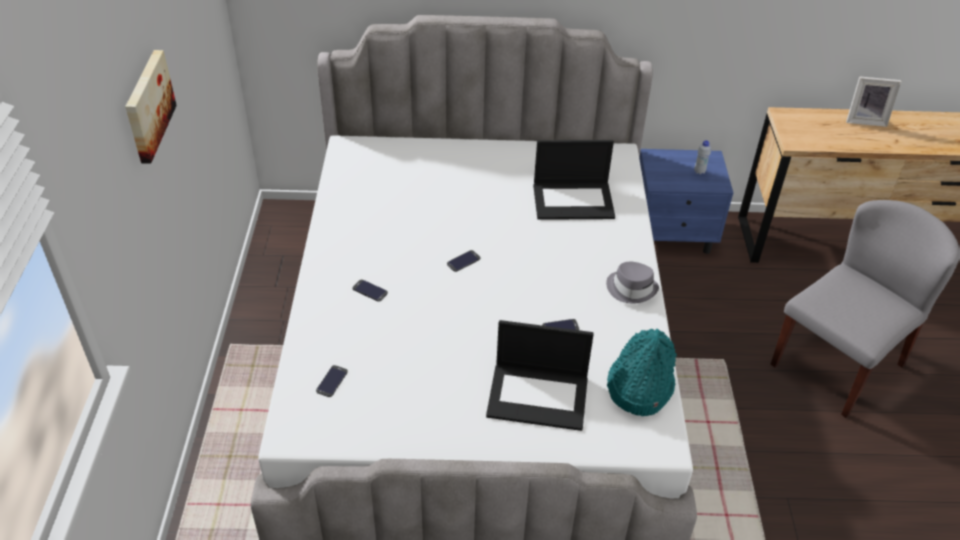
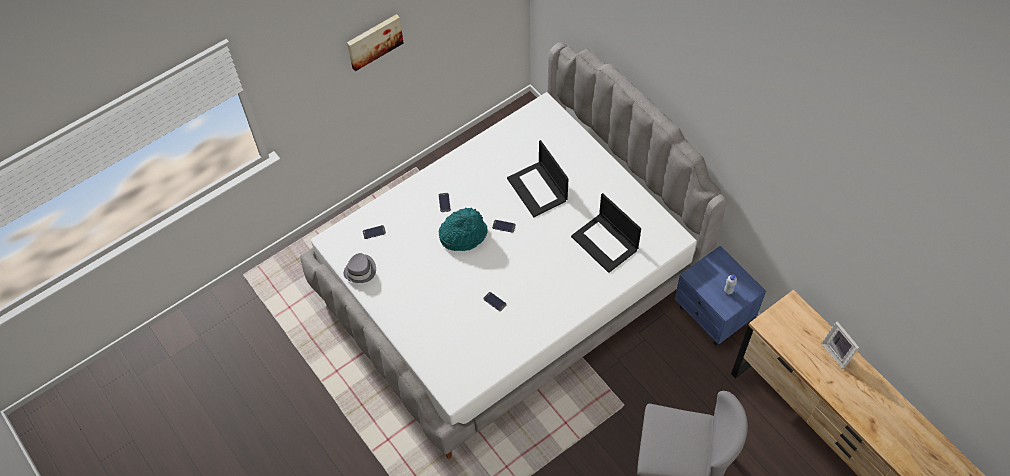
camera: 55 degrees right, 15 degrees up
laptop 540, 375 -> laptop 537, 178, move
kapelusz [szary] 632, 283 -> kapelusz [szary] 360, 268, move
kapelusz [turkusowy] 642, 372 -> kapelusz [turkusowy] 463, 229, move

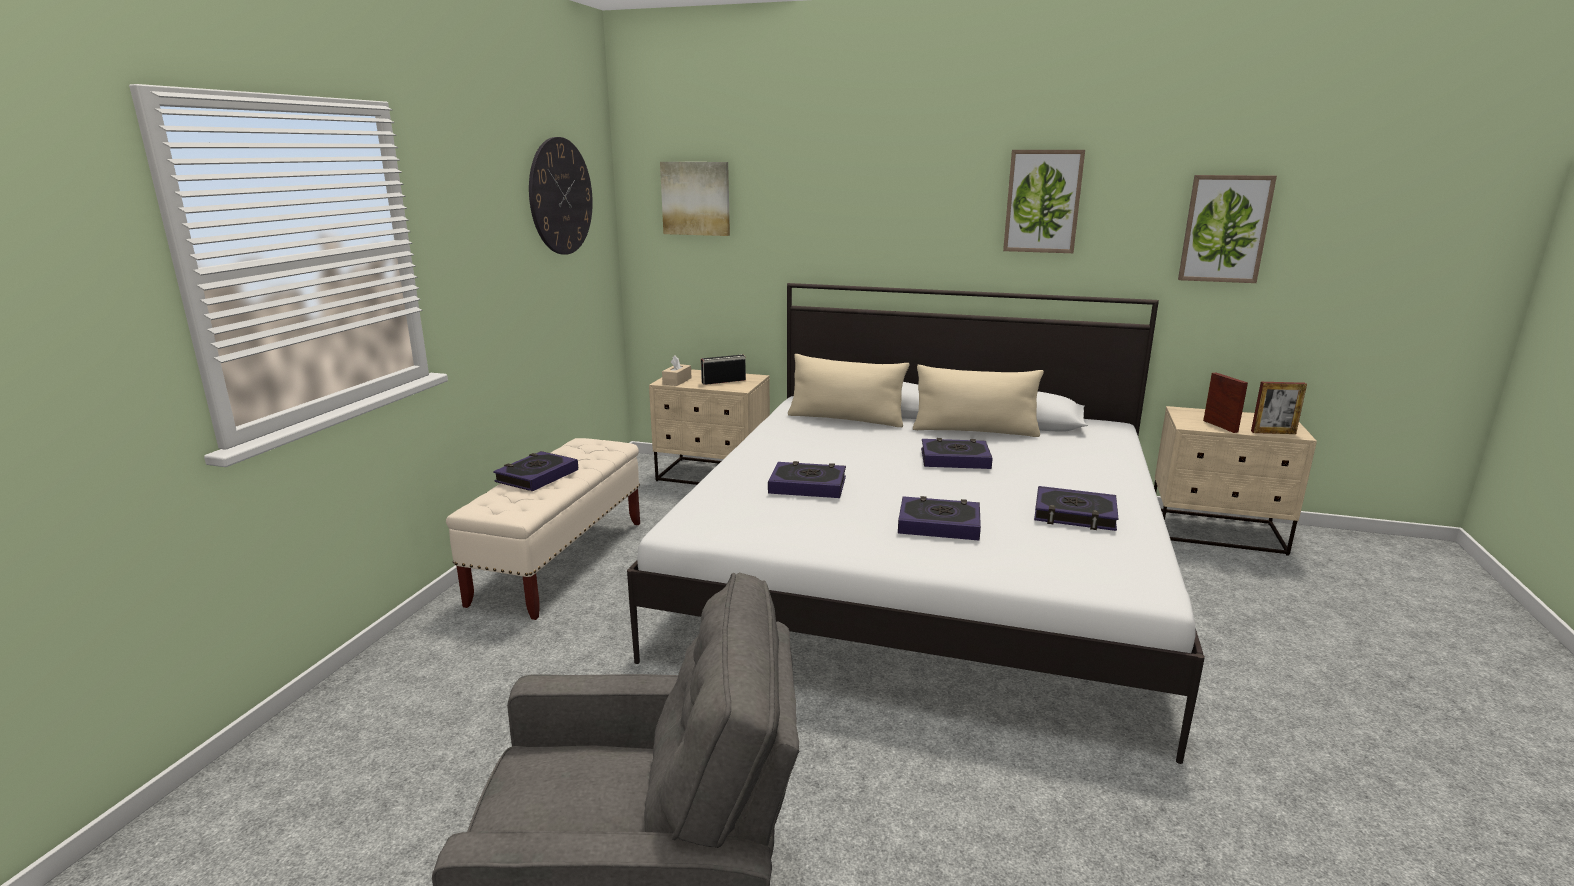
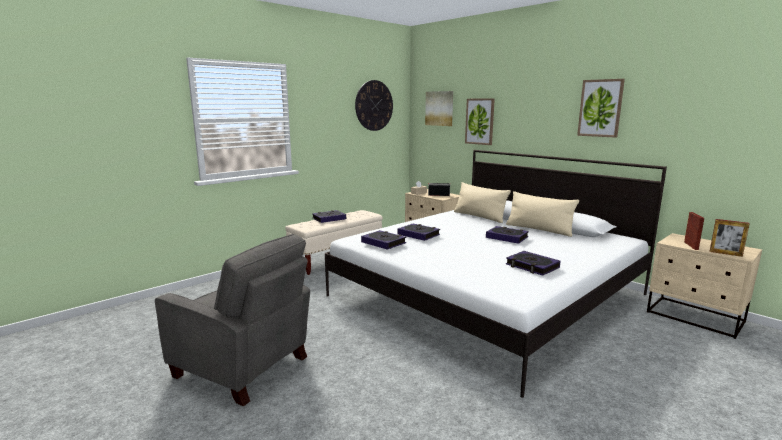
camera: 30 degrees right, 5 degrees down
książka 939, 518 -> książka 383, 240, move
obraz 1227, 229 -> obraz 480, 121, move

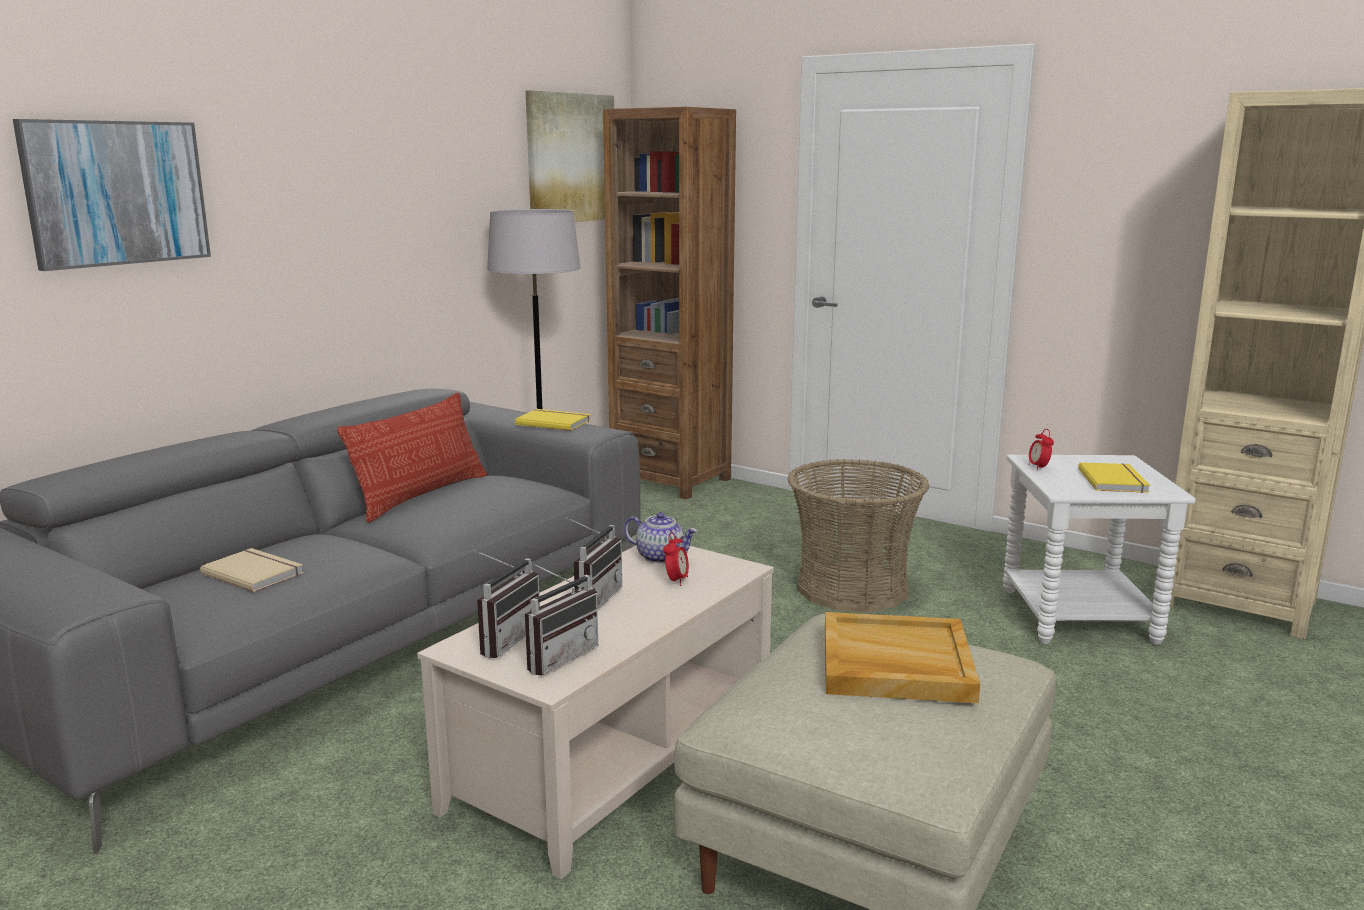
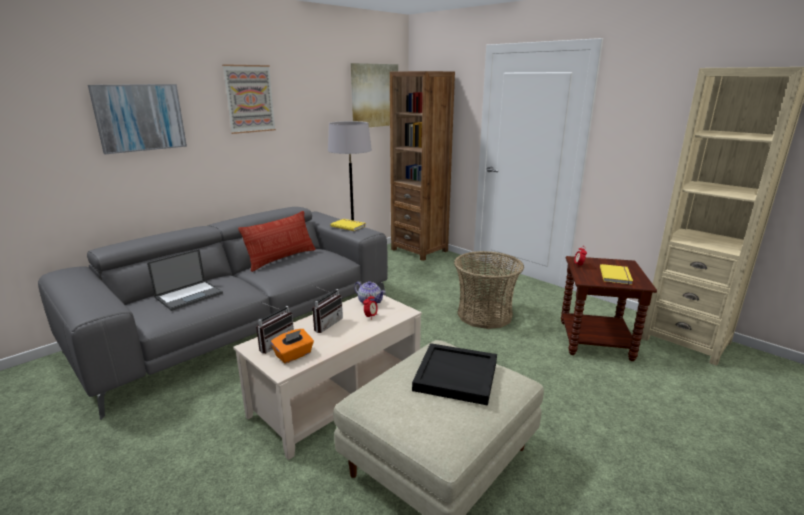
camera: 10 degrees right, 5 degrees up
none -> obraz 249, 99
książka [beżowy] 252, 570 -> laptop 185, 280
radio 561, 619 -> pudełko chusteczek [pomarańczowy] 292, 346
taca [beżowy] 902, 657 -> taca [czarny] 454, 374
stolik [biały] 1099, 550 -> stolik [brązowy] 609, 308

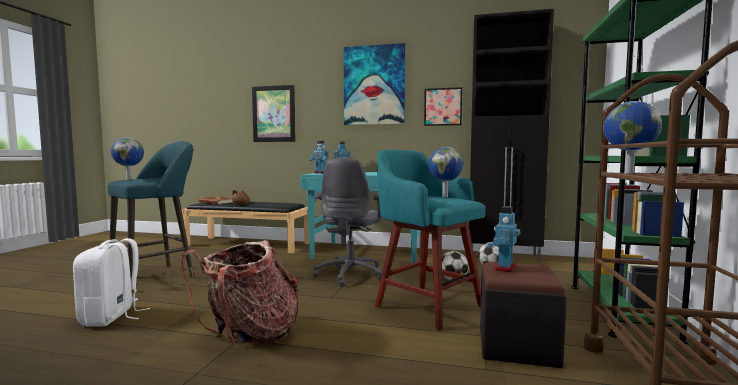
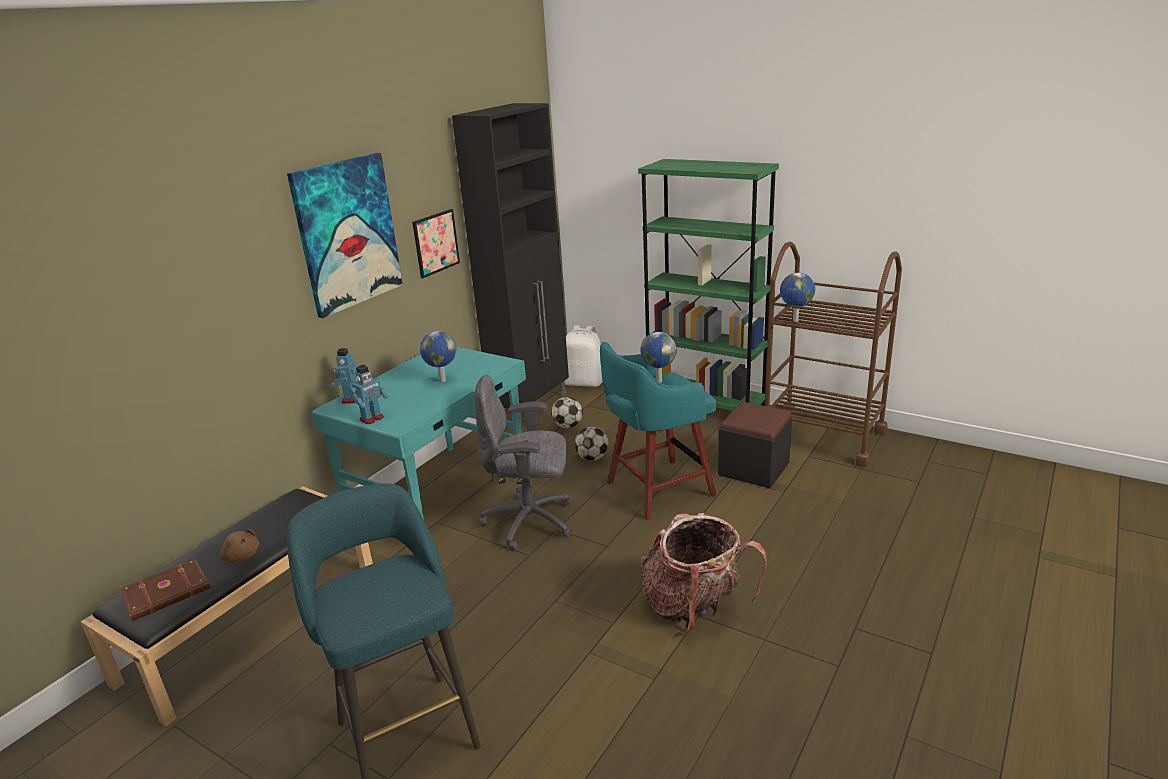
camera: 70 degrees left, 20 degrees up
obraz 273, 113 -> none
robot zabawkowy 504, 239 -> none
plecak [biały] 111, 282 -> plecak [biały] 584, 356, move
globus 127, 159 -> globus 438, 356, move
krzesło biurowe [szary] 347, 222 -> krzesło biurowe [szary] 523, 463, 150 degrees clockwise

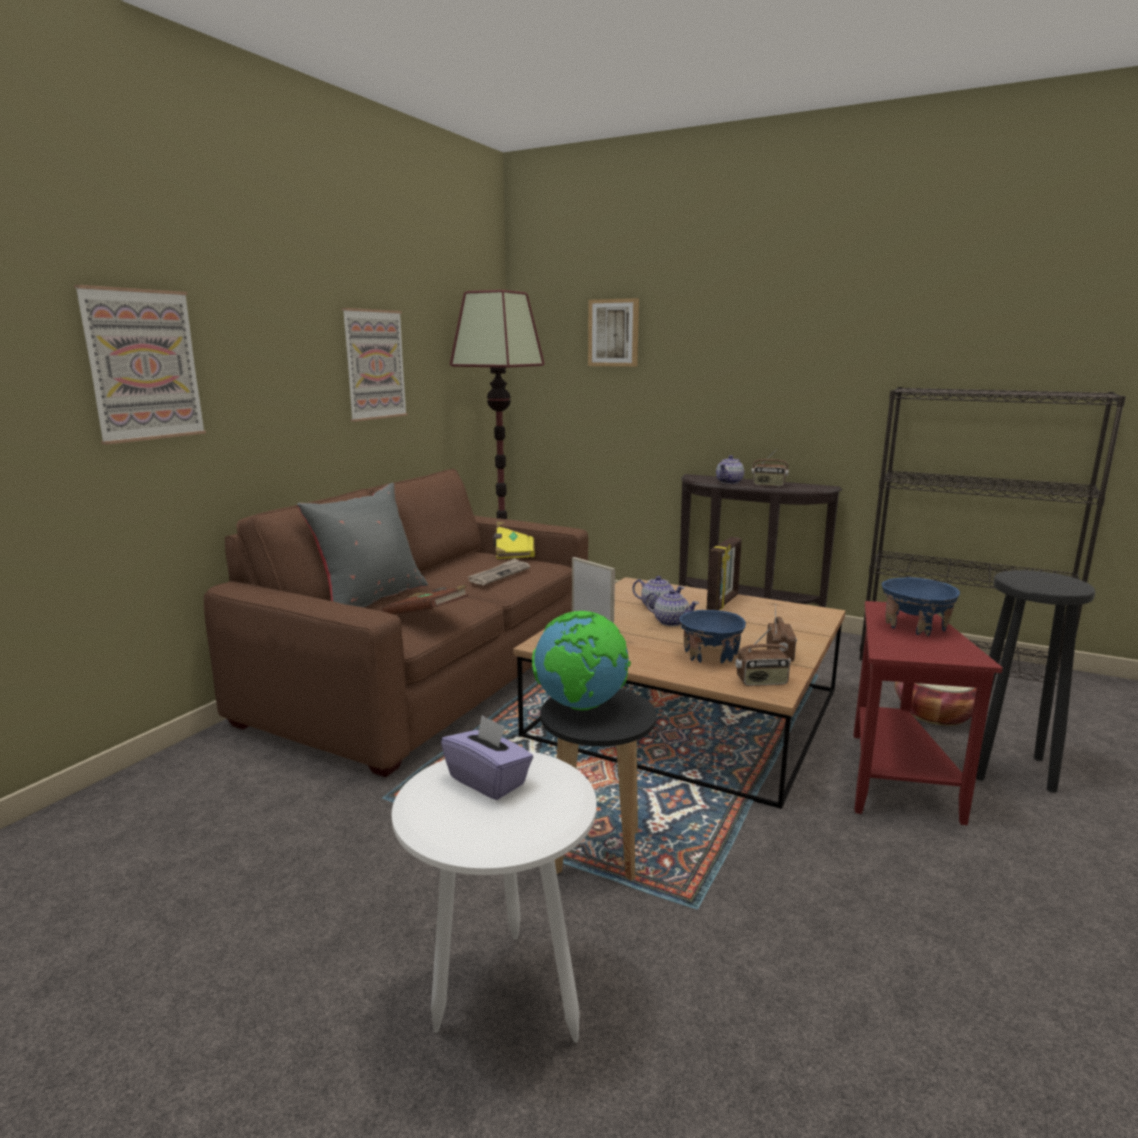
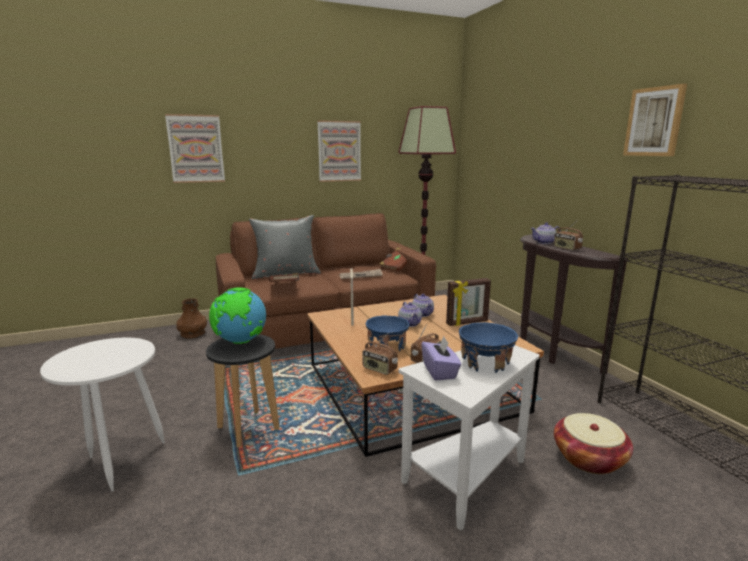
camera: 40 degrees right, 0 degrees up
stołek [czarny] 1036, 681 -> none
none -> wazon [brązowy] 191, 318
pudełko chusteczek [fioletowy] 487, 757 -> pudełko chusteczek [fioletowy] 441, 358, move
obraz 613, 332 -> obraz 655, 120, move
książka [żółty] 514, 540 -> książka [brązowy] 398, 259
stolik [czerwony] 928, 713 -> stolik [biały] 469, 438

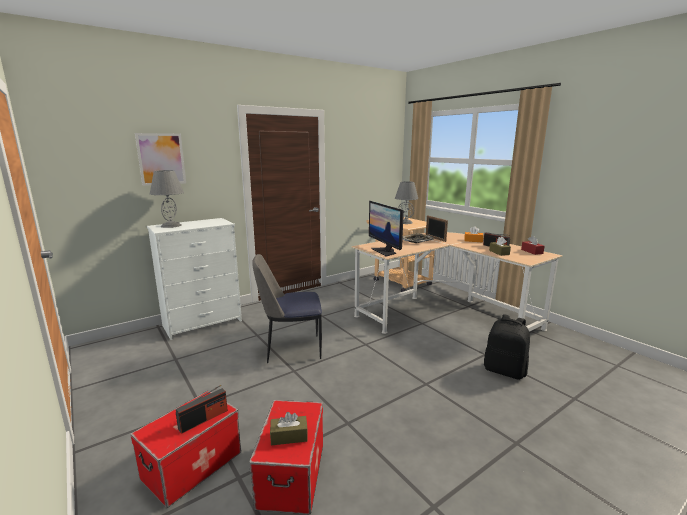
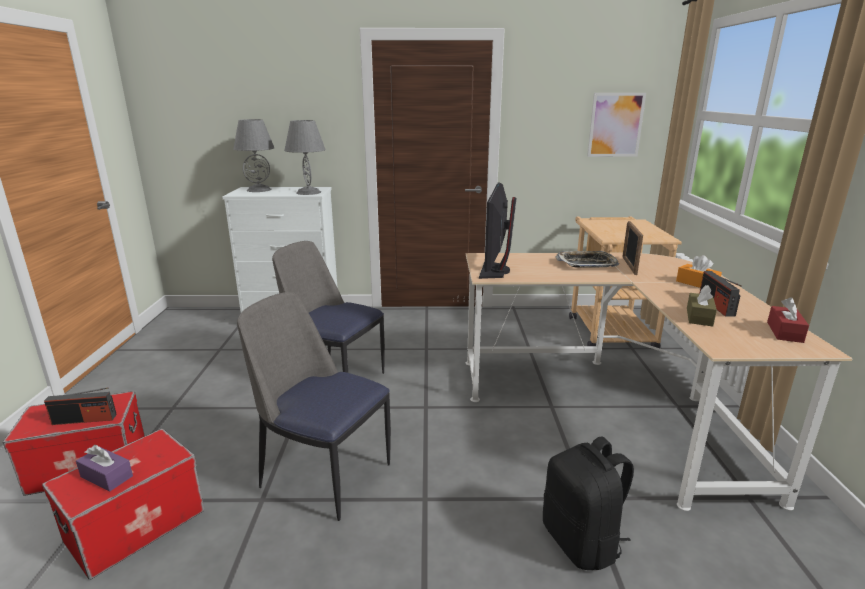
camera: 35 degrees right, 5 degrees up
none -> krzesło 314, 406
obraz 160, 159 -> obraz 616, 125, move
lampa stołowa [szary] 406, 202 -> lampa stołowa [szary] 305, 157, move
pudełko chusteczek [brązowy] 289, 428 -> pudełko chusteczek [fioletowy] 104, 468

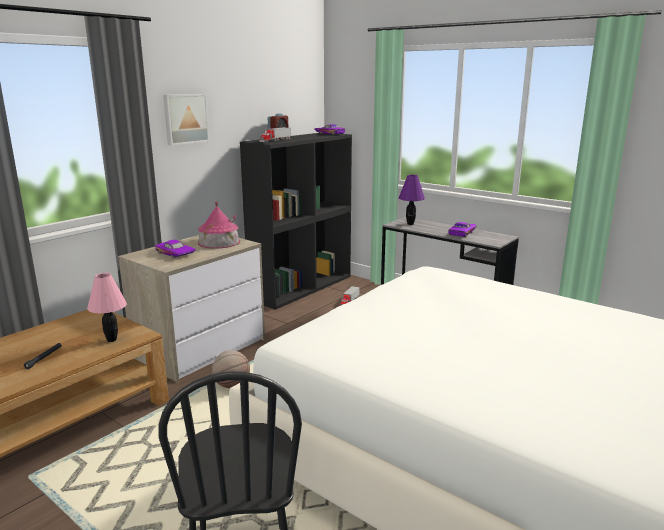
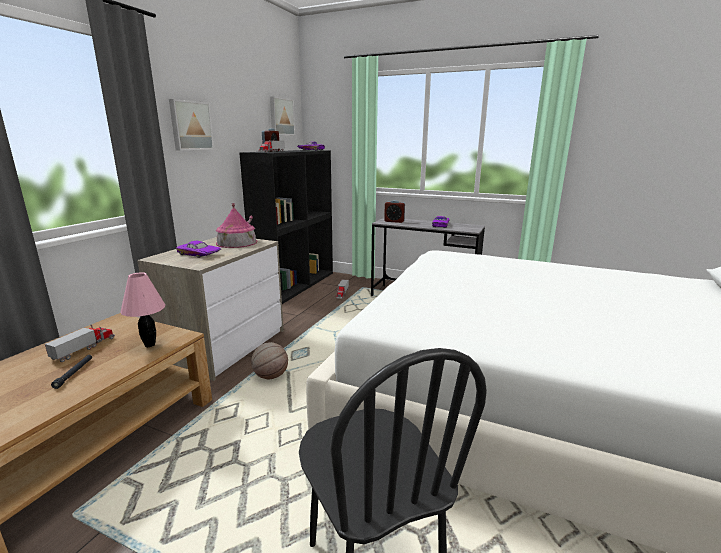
camera: 15 degrees left, 0 degrees up
none -> ciężarówka zabawkowa 80, 343
none -> obraz 282, 115
lampa stołowa [fioletowy] 412, 200 -> budzik 394, 211

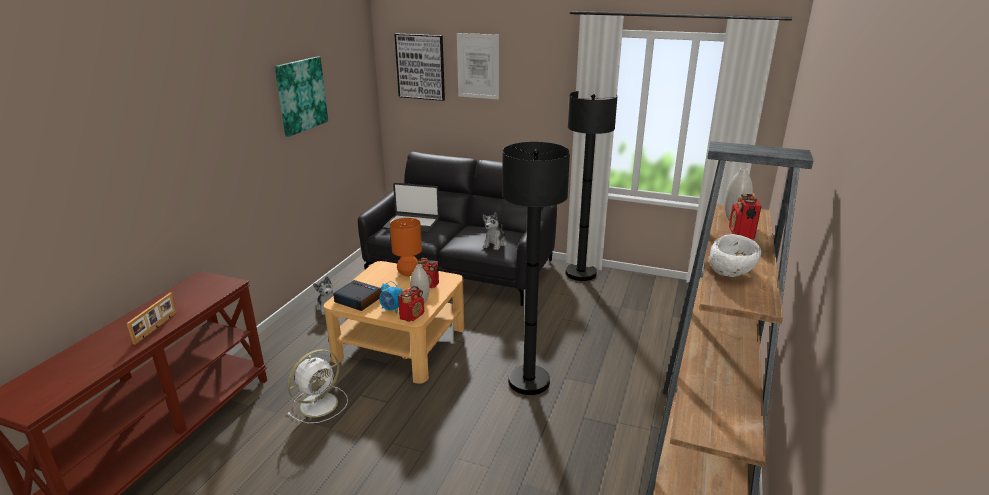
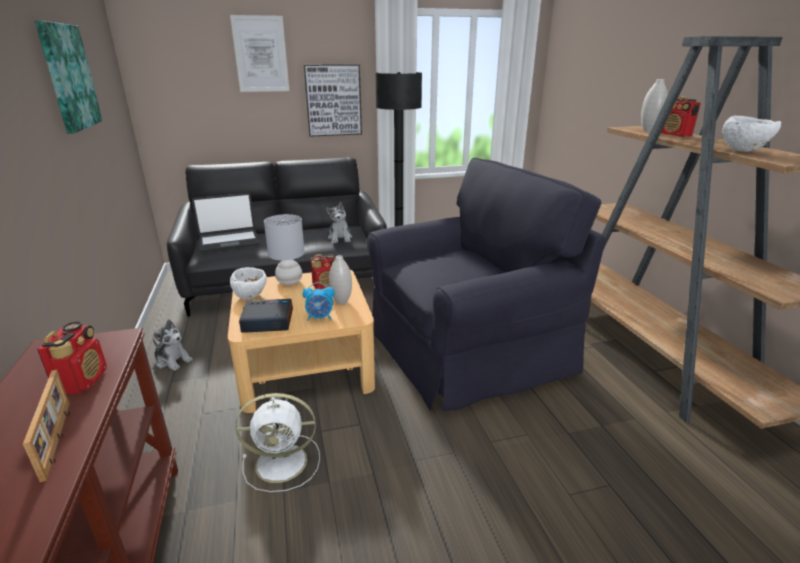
camera: 35 degrees left, 0 degrees up
none -> miska [biały] 248, 283
obraz 419, 67 -> obraz 333, 100, move
radio 411, 304 -> radio 72, 357, move
lampa stojąca [czarny] 536, 268 -> fotel [czarny] 486, 284
lampa stołowa [pomarańczowy] 406, 247 -> lampa stołowa [szary] 284, 249
wentylator [biały] 317, 386 -> wentylator [biały] 277, 442, 75 degrees clockwise

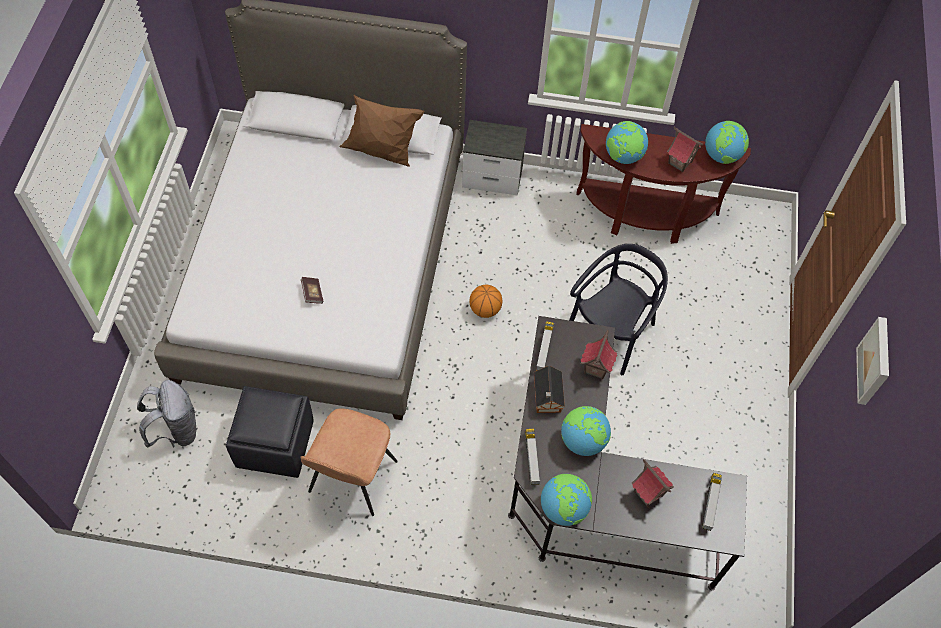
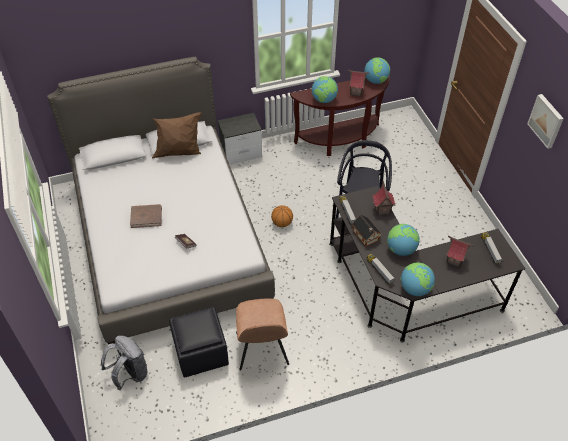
camera: 25 degrees left, 10 degrees down
none -> książka [brązowy] 146, 216

